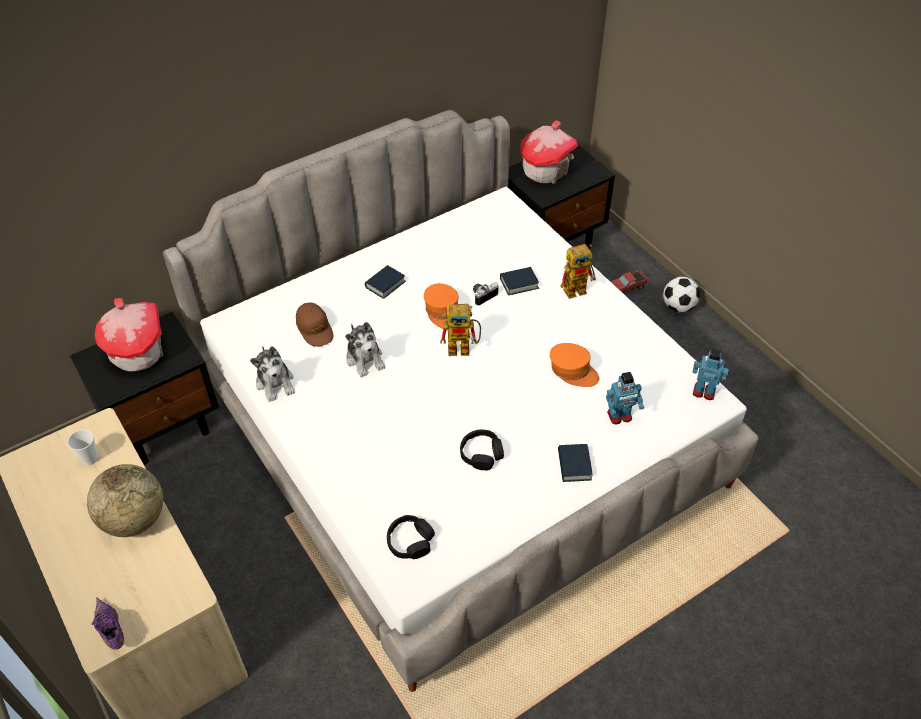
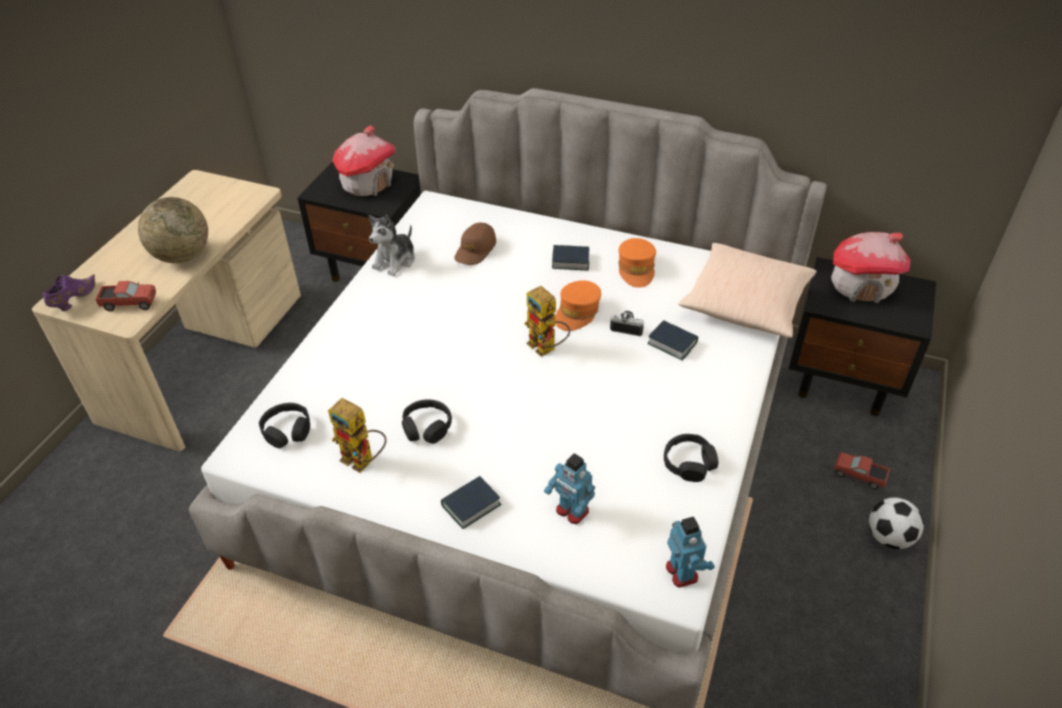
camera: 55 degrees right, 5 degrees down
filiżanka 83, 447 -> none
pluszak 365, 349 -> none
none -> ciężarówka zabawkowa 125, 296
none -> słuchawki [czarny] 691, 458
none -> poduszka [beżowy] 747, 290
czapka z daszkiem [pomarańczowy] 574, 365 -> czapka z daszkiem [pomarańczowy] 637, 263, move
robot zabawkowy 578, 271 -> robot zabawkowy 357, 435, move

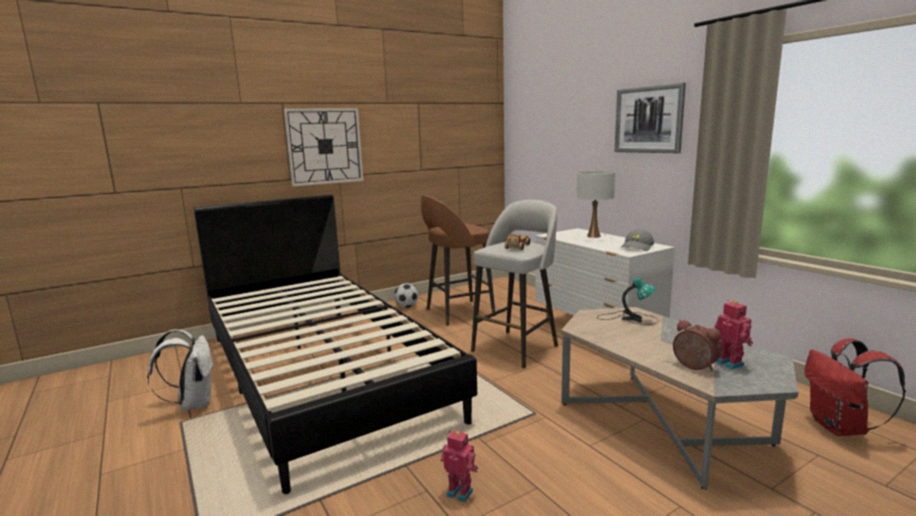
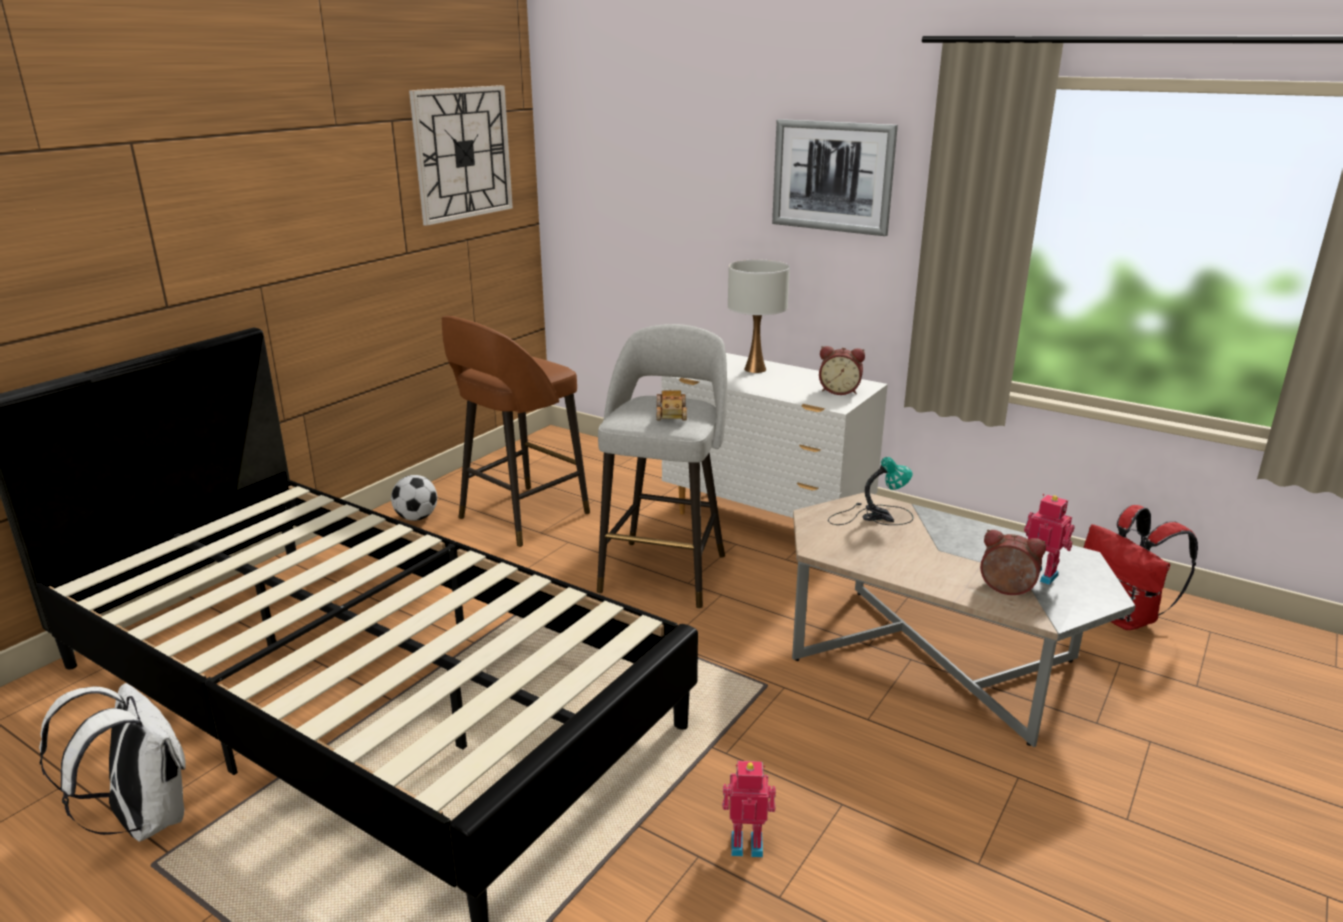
camera: 25 degrees left, 10 degrees up
zegar ścienny 323, 147 -> zegar ścienny 461, 155, move
czapka z daszkiem [szary] 637, 240 -> budzik 842, 370

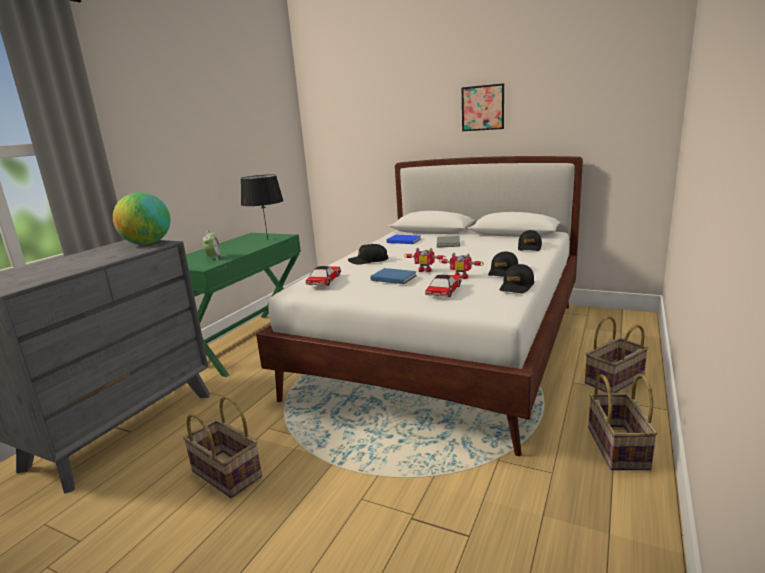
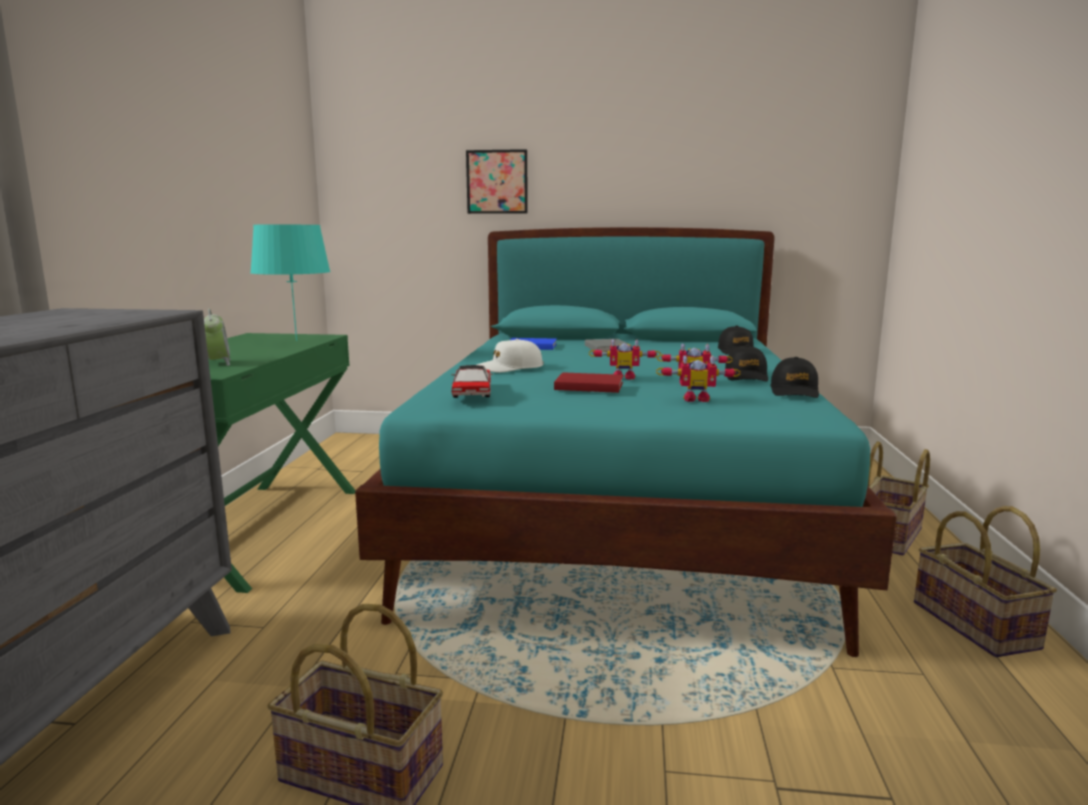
camera: 20 degrees left, 5 degrees down
globus 142, 218 -> none
obraz 483, 107 -> obraz 497, 181, move
samochodzik 443, 286 -> robot zabawkowy 698, 378
lampa stołowa [czarny] 262, 206 -> lampa stołowa [turkusowy] 290, 283
łóżko [biały] 419, 306 -> łóżko [turkusowy] 626, 442
czapka z daszkiem [czarny] 368, 254 -> czapka z daszkiem [biały] 510, 356
książka [niebieski] 393, 276 -> książka [czerwony] 588, 382

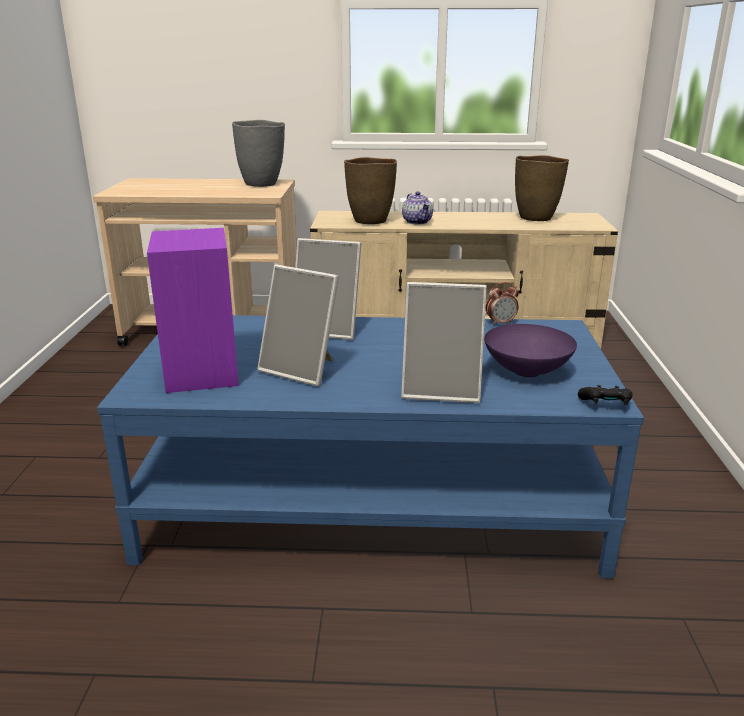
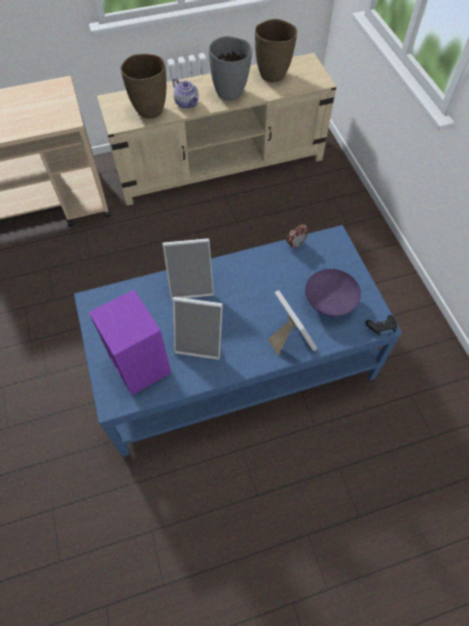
camera: 20 degrees left, 35 degrees up
wazon [szary] 258, 153 -> wazon [szary] 230, 68, move
ramka na zdjęcie 444, 342 -> ramka na zdjęcie 292, 323, 105 degrees counterclockwise

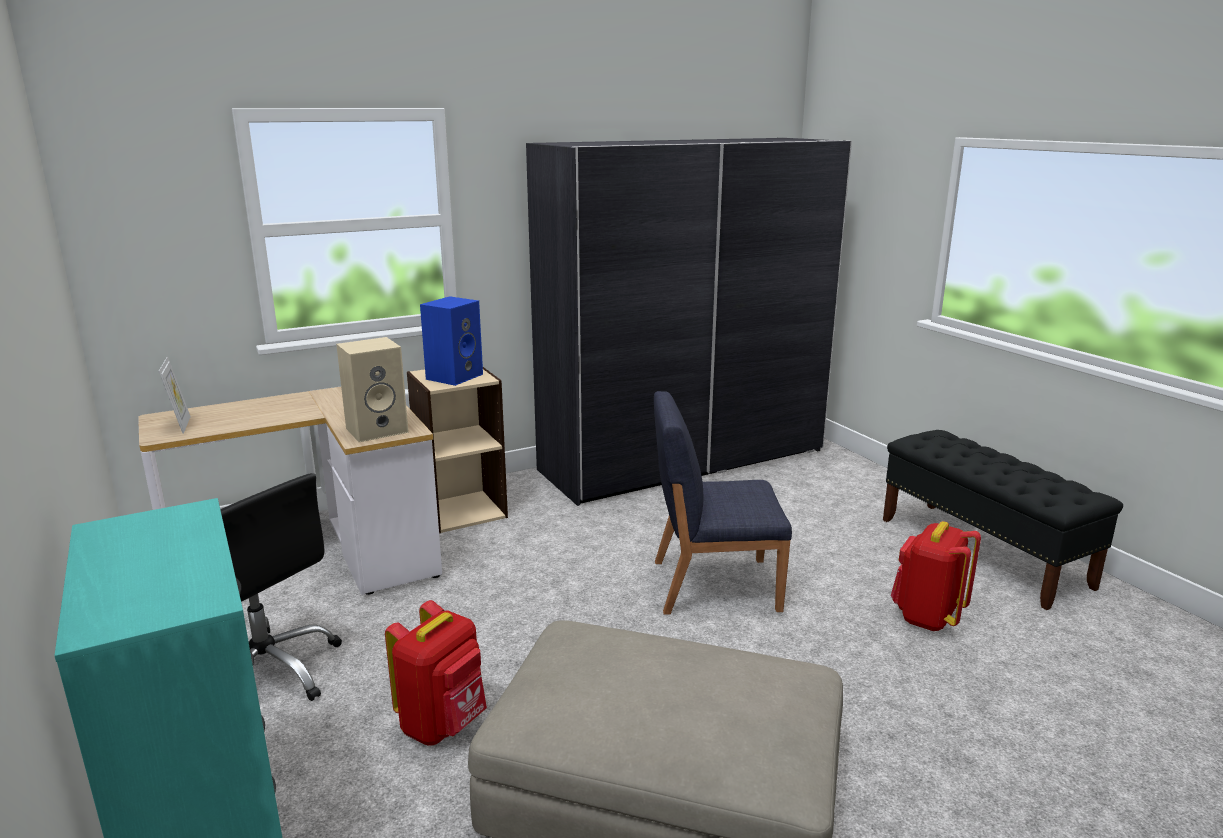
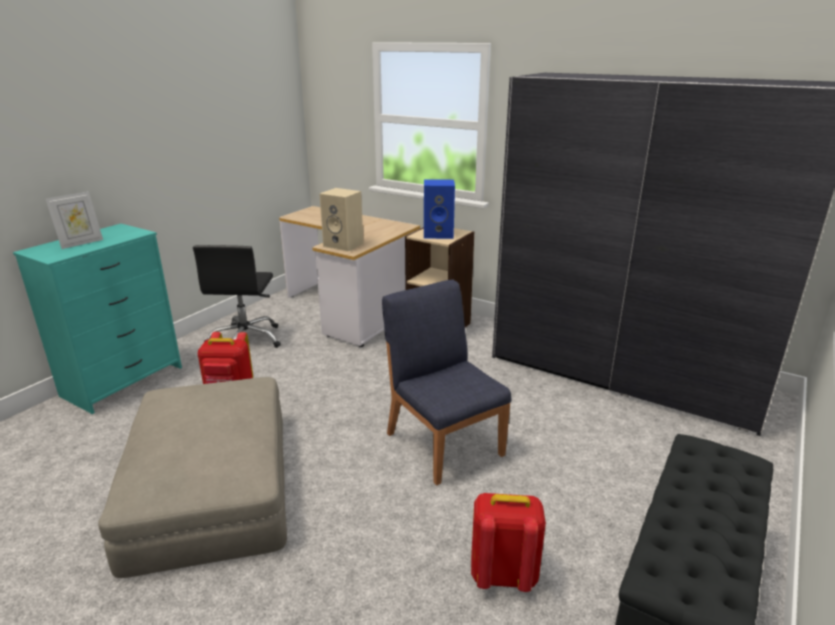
camera: 60 degrees right, 5 degrees up
ramka na zdjęcie 174, 395 -> ramka na zdjęcie 74, 220, move

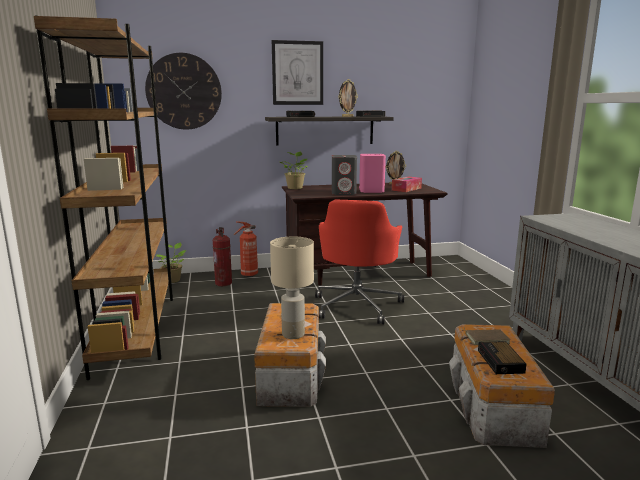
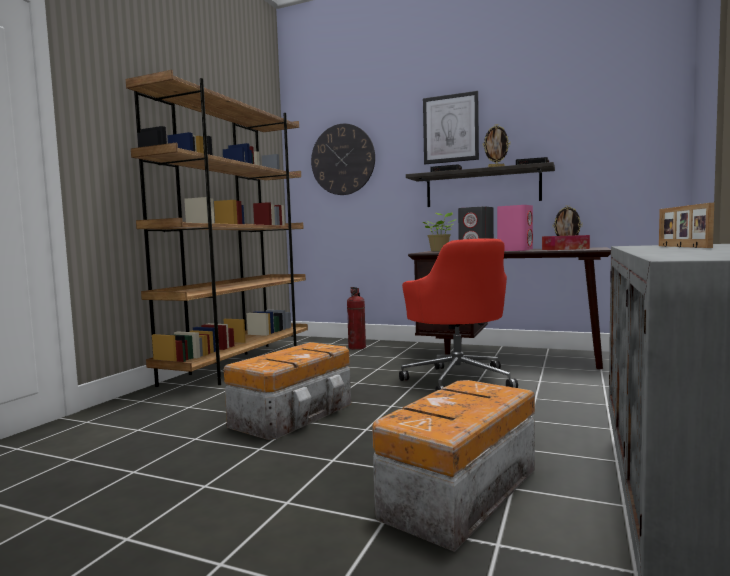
camera: 35 degrees right, 10 degrees down
roślina doniczkowa 170, 263 -> none
gaśnica 246, 249 -> none
lampa stołowa [beżowy] 292, 287 -> none
książka [brązowy] 486, 336 -> none
budzik 502, 357 -> none
none -> ramka na zdjęcie 686, 225
krzesło biurowe [czerwony] 359, 262 -> krzesło biurowe [czerwony] 458, 315, 60 degrees counterclockwise

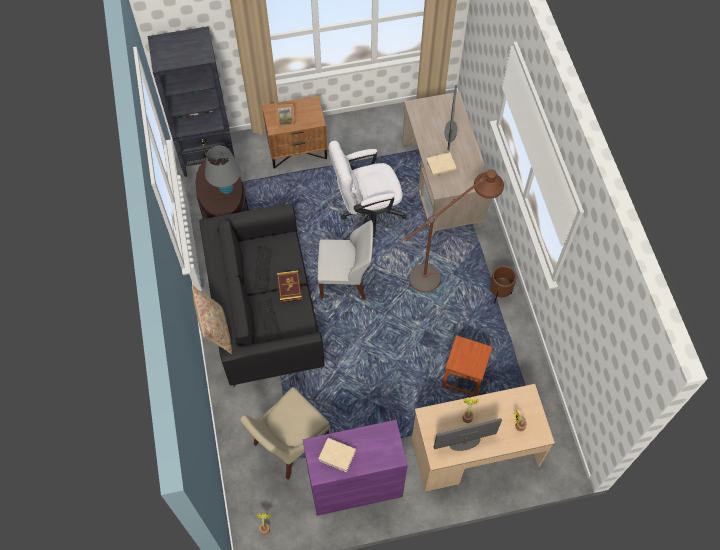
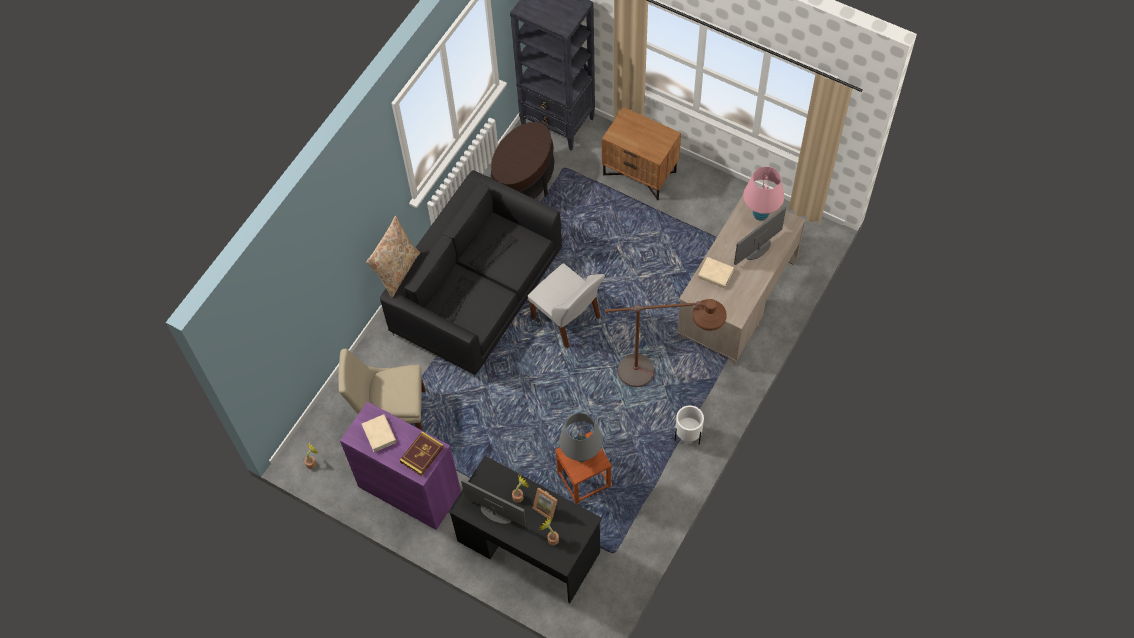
camera: 45 degrees right, 0 degrees up
krzesło biurowe [biały] 367, 188 -> none
none -> lampa stołowa [różowy] 763, 193
lampa stołowa [szary] 223, 170 -> lampa stołowa [szary] 581, 437, move
ramka na zdjęcie 285, 116 -> ramka na zdjęcie 545, 503, move
książka 289, 286 -> książka 422, 453, move
biurko [beżowy] 483, 438 -> biurko [czarny] 525, 529
donica [brązowy] 503, 285 -> donica [biały] 689, 425

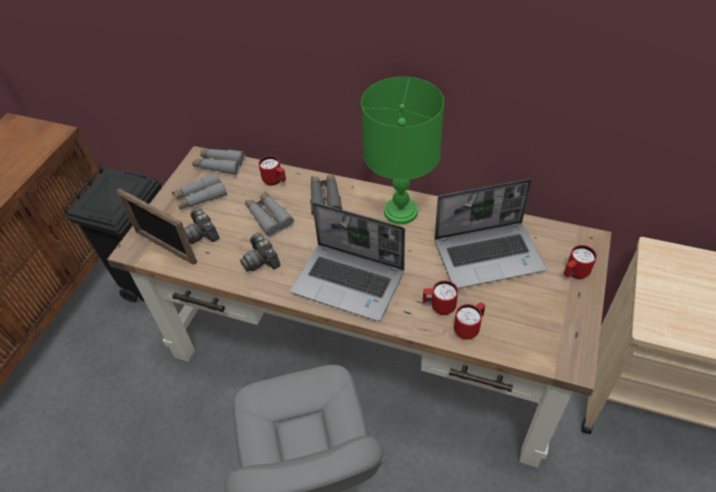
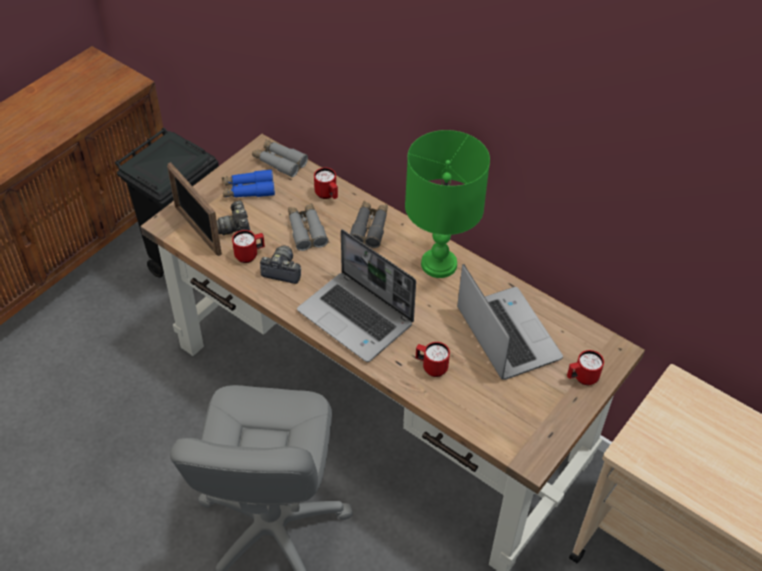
camera: 15 degrees right, 0 degrees up
kubek [czerwony] 469, 321 -> kubek [czerwony] 248, 246, move
lornetka [szary] 199, 191 -> lornetka [niebieski] 248, 183
aparat fotograficzny 260, 252 -> aparat fotograficzny 280, 264, 120 degrees clockwise
laptop 490, 233 -> laptop 510, 322, 120 degrees counterclockwise

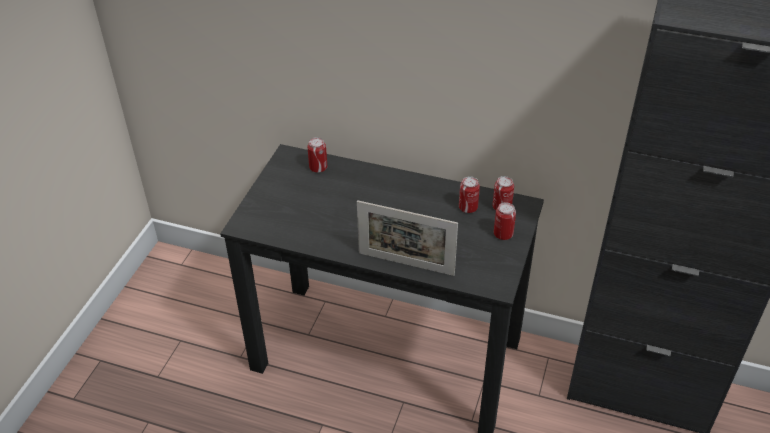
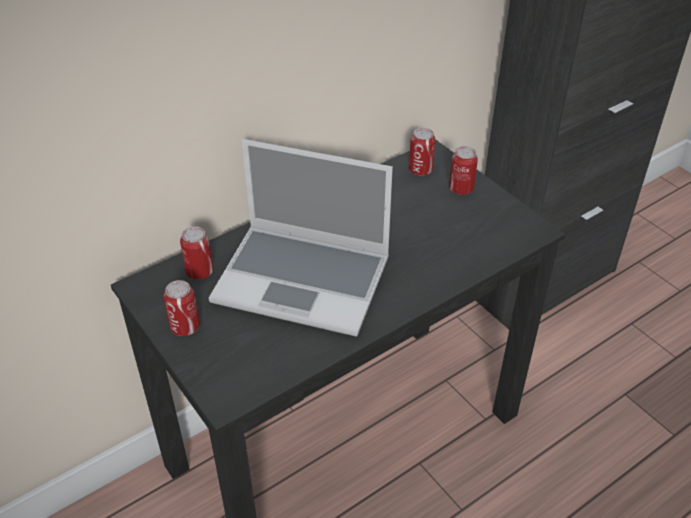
camera: 55 degrees left, 0 degrees up
ramka na zdjęcie 407, 238 -> none
none -> laptop 301, 238
puszka 469, 194 -> puszka 181, 308, move

